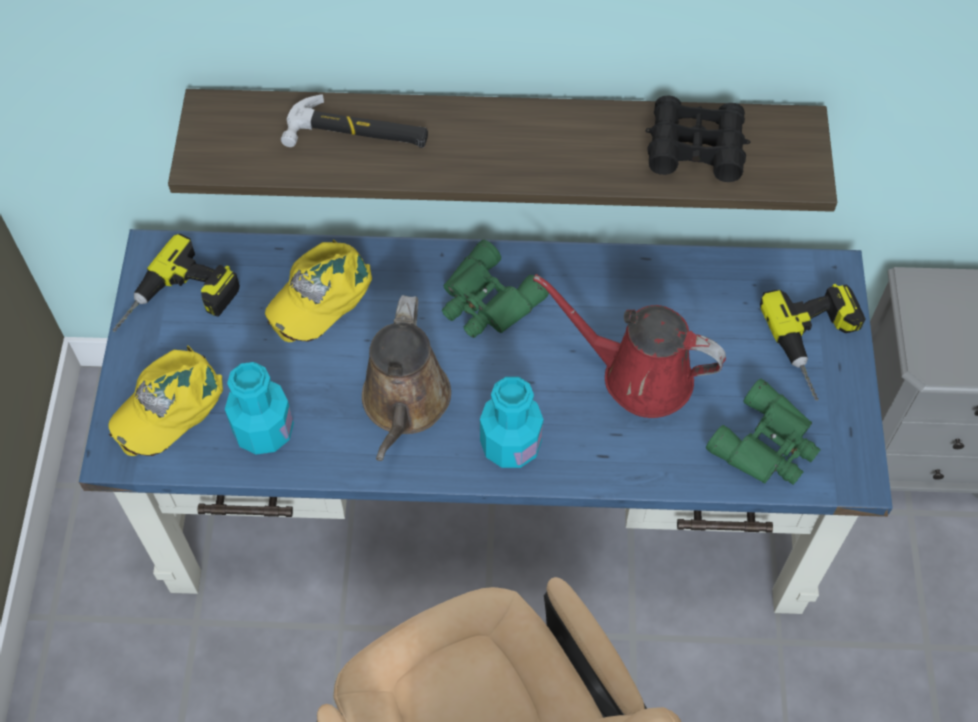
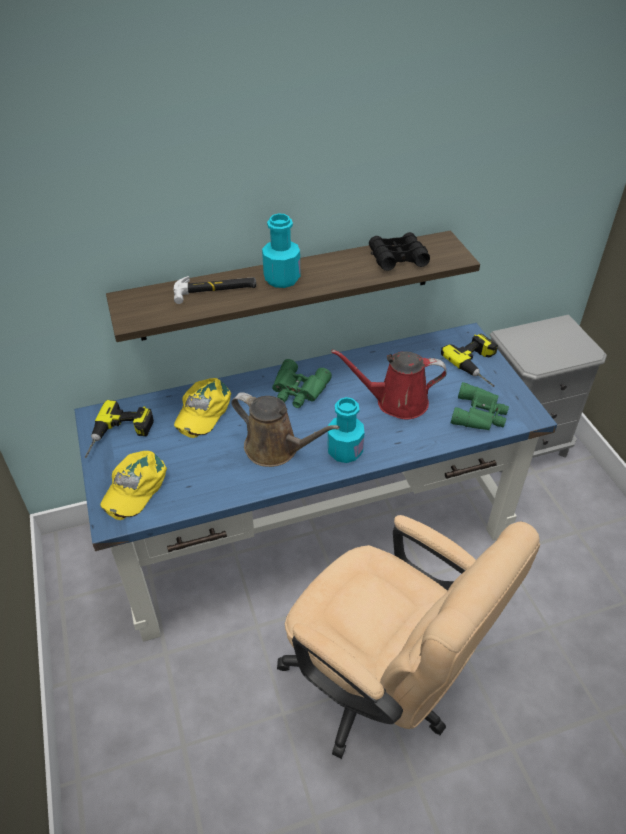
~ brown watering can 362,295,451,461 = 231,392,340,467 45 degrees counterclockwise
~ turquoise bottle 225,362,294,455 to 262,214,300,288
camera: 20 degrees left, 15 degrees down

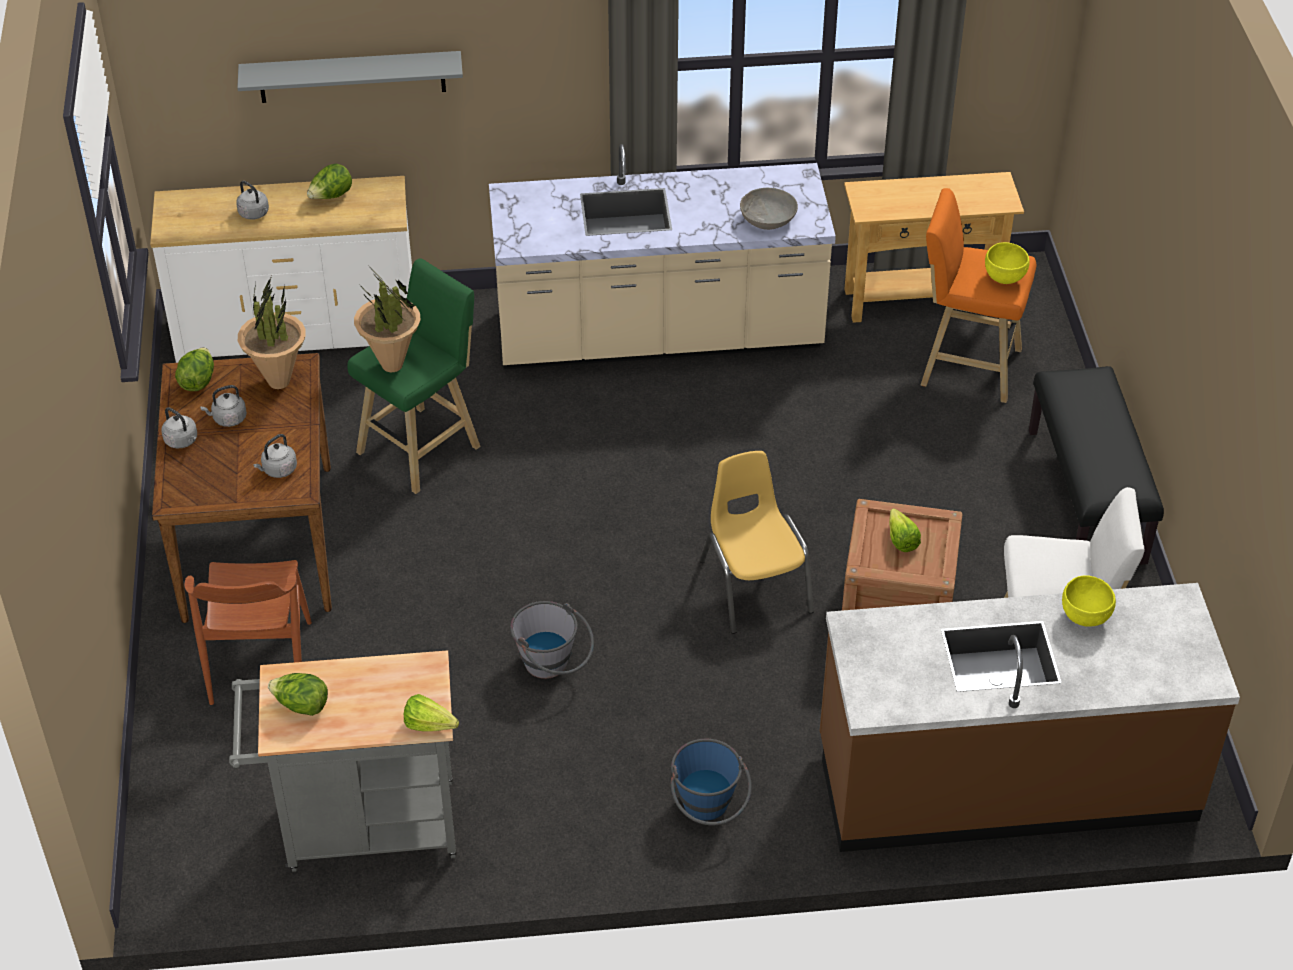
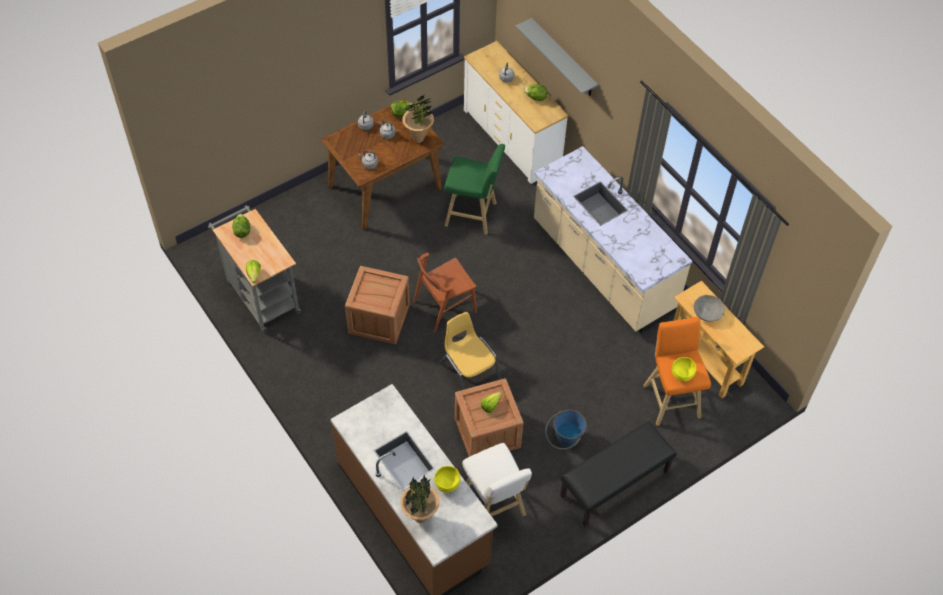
~ grey bowl 740,188,798,230 to 694,295,725,322
~ potted plant 354,270,421,372 to 400,474,440,523
~ yellow chair 700,451,814,634 = 439,312,501,390 75 degrees counterclockwise
~ brown chair 184,560,312,705 to 413,253,477,333
~ grey bucket 510,601,594,679 to crate 345,266,410,344
~ blue bucket 671,739,752,825 to 545,410,587,450
camera: 60 degrees right, 10 degrees up

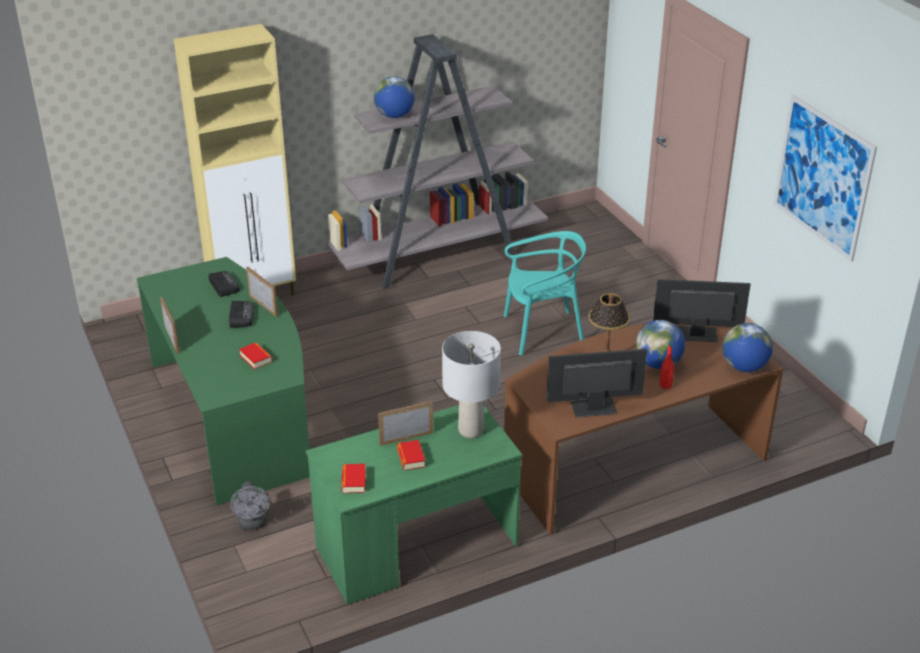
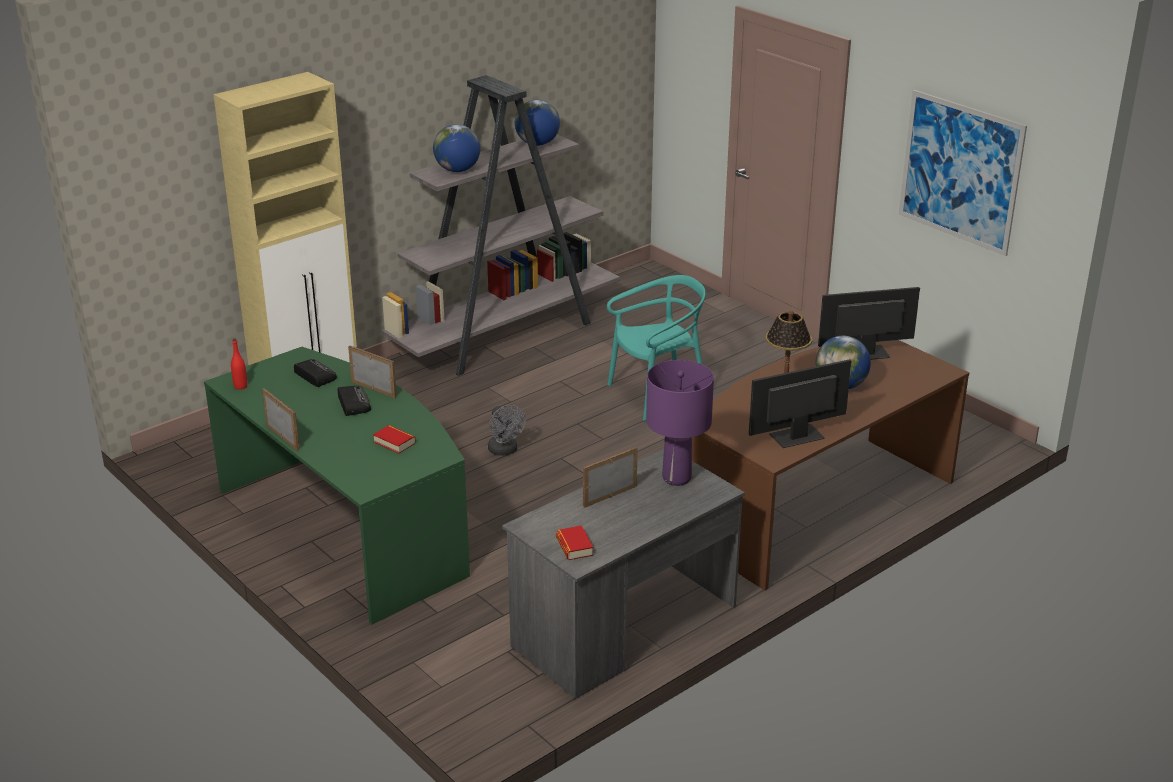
~ globe 722,323,773,372 to 515,100,560,146
~ grey table lamp 442,331,501,439 to purple table lamp 646,360,714,486
~ red bottle 660,345,674,389 to 231,338,247,390
~ green desk 306,405,523,605 to grey desk 502,449,745,699
- book 397,440,425,470
~ grey fan 230,481,270,531 to 488,405,526,456
camera: 15 degrees left, 5 degrees down

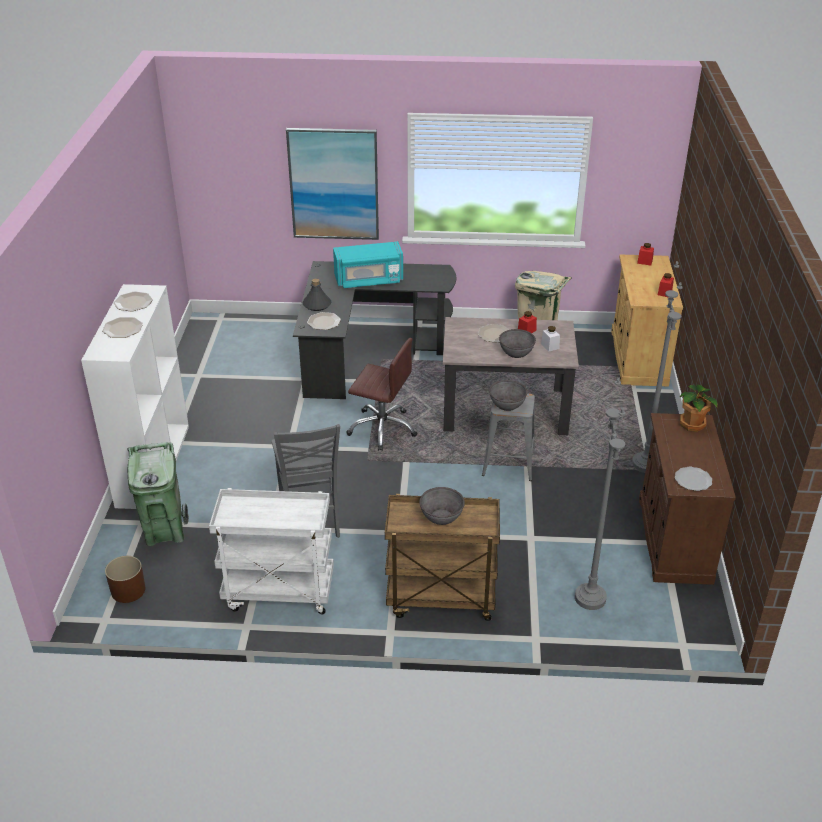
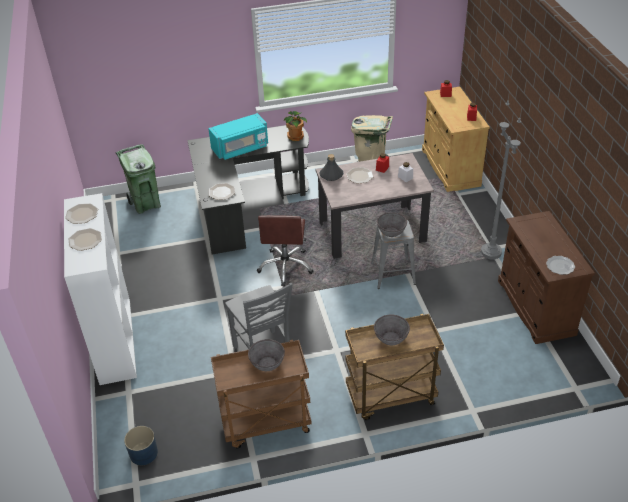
- picture 286,128,379,240
~ grey bottle 302,278,331,311 to 319,154,343,181
~ grey bowl 499,329,536,358 to 248,339,285,371
~ brown office chair 346,338,417,451 = 257,215,313,286 90 degrees clockwise
- grey floor lamp 575,377,625,610
~ potted plant 680,384,717,432 to 284,111,307,141
~ green trash can 127,443,189,546 to 116,144,161,214
~ white cart 209,488,334,614 to brown cart 211,340,312,449
~ brown planter 105,556,145,603 to blue planter 124,426,158,465
camera: 15 degrees left, 5 degrees up

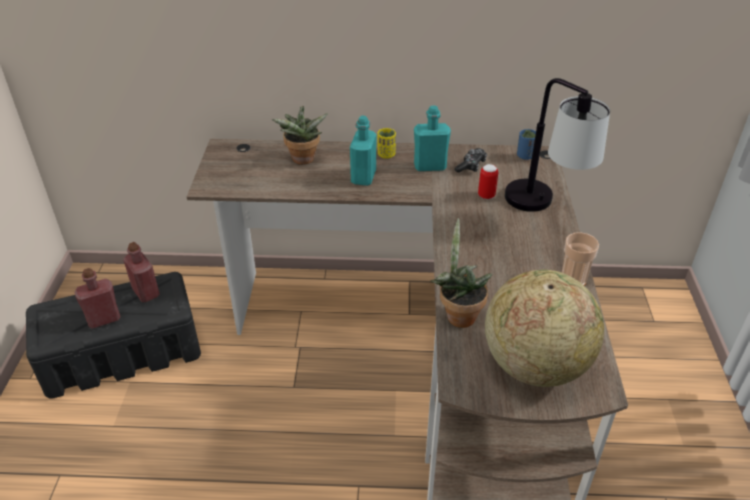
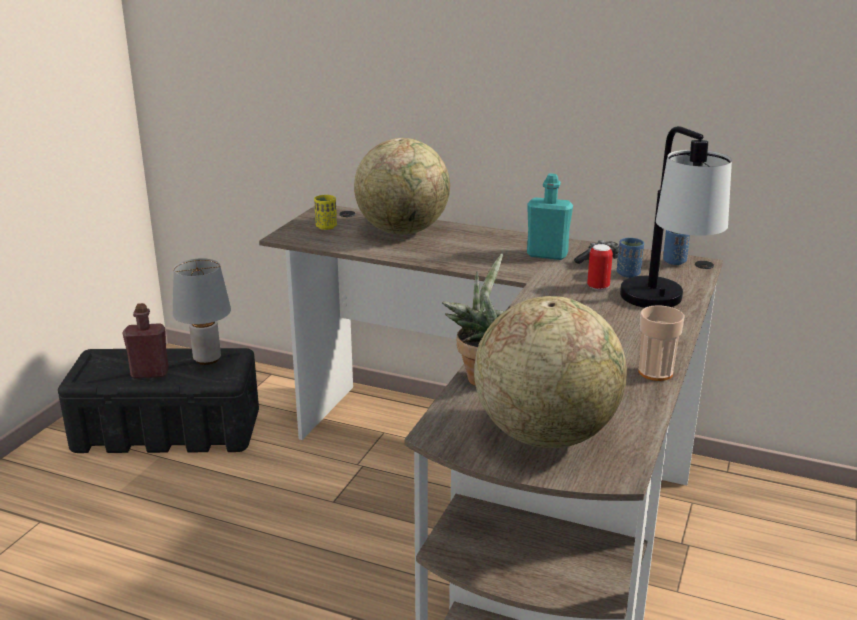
~ potted plant 272,106,328,165 to globe 354,138,450,235
- turquoise bottle 350,116,376,186
~ yellow cup 377,128,396,159 to 314,195,337,230
~ red bottle 123,242,160,302 to grey table lamp 173,258,231,365
+ blue cup 617,238,644,278
camera: 20 degrees right, 15 degrees down

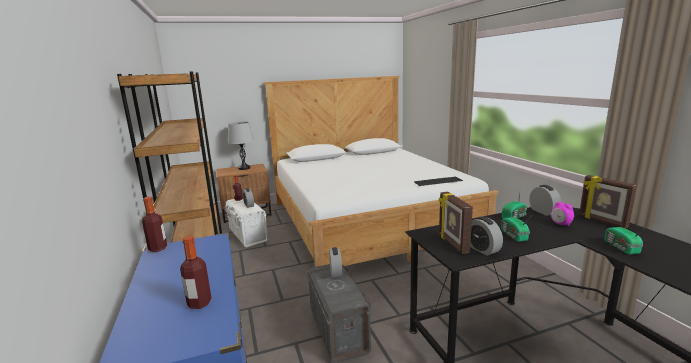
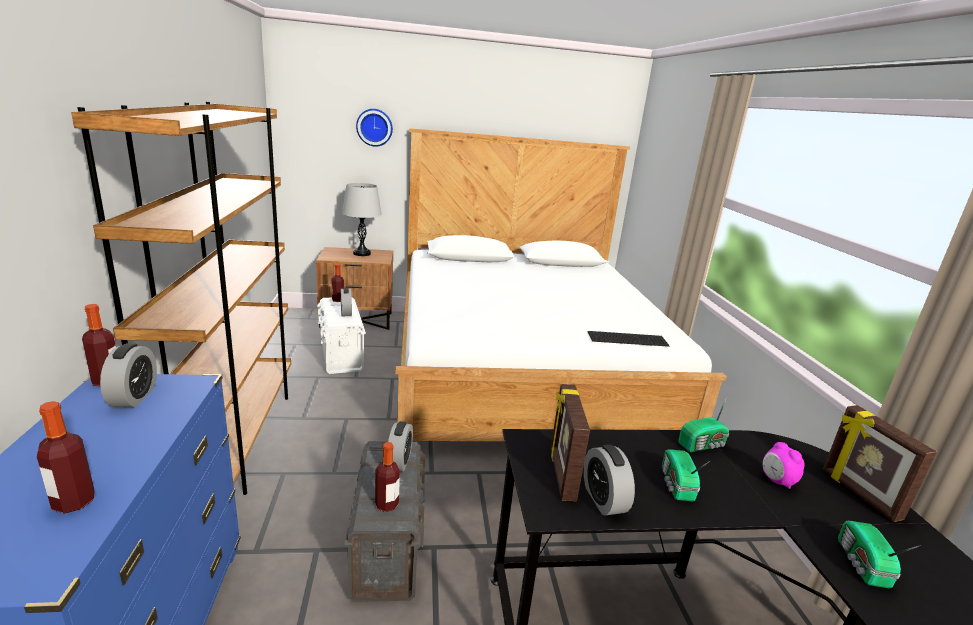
~ alarm clock 529,185,561,216 to 100,343,157,407
+ wall clock 356,109,393,147
+ bottle 375,442,400,512
camera: 10 degrees right, 5 degrees up

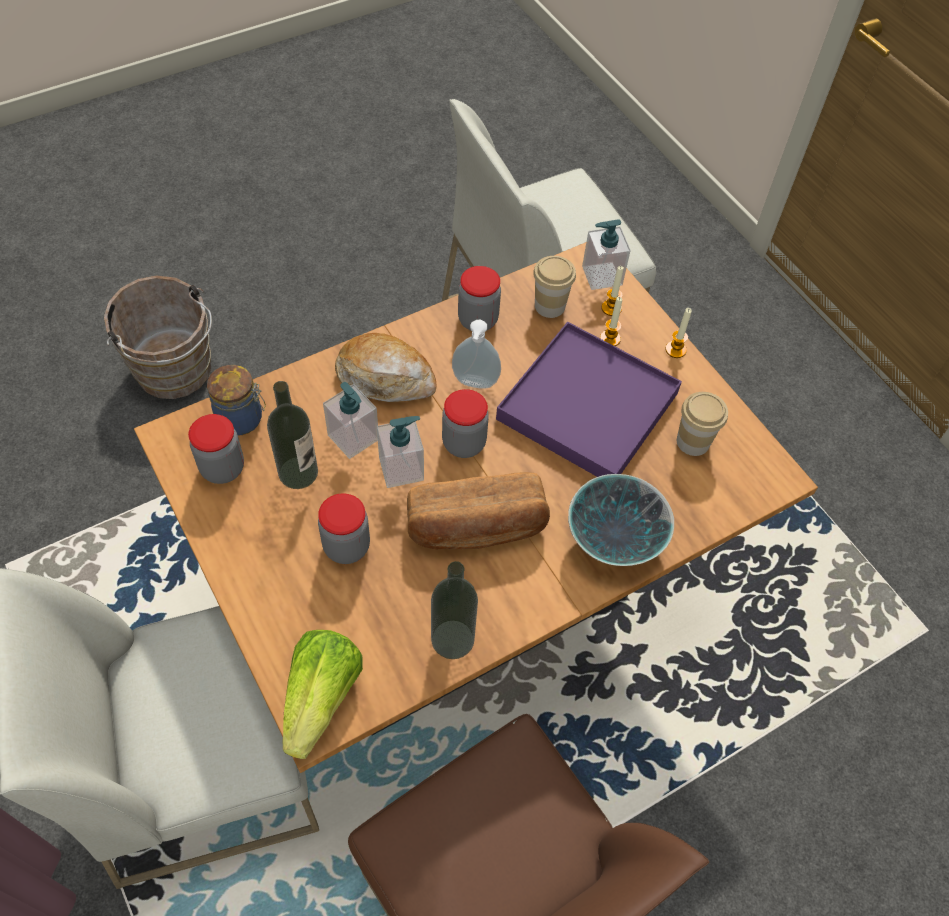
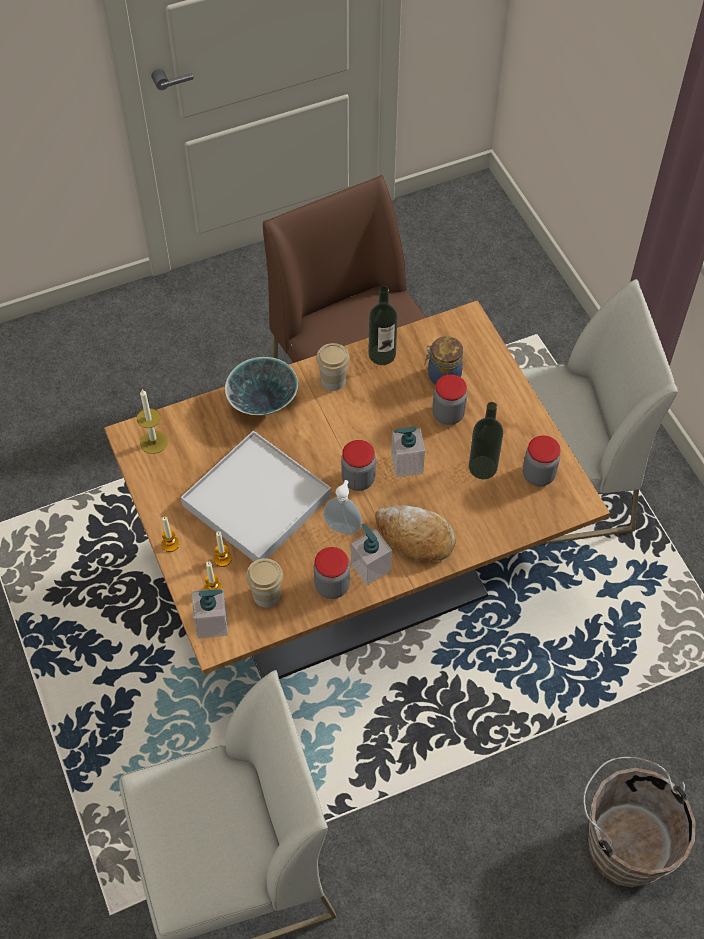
~ purple tray 496,322,682,477 to white tray 181,431,331,561
~ jar 207,365,266,435 to 424,336,463,385
~ soap dispenser 323,382,378,459 to 351,524,392,585
~ cup 677,392,728,456 to 316,343,350,391
- bread 407,472,550,549
- lettuce 282,630,363,759
+ candle 136,389,168,454
camera: 170 degrees left, 0 degrees up

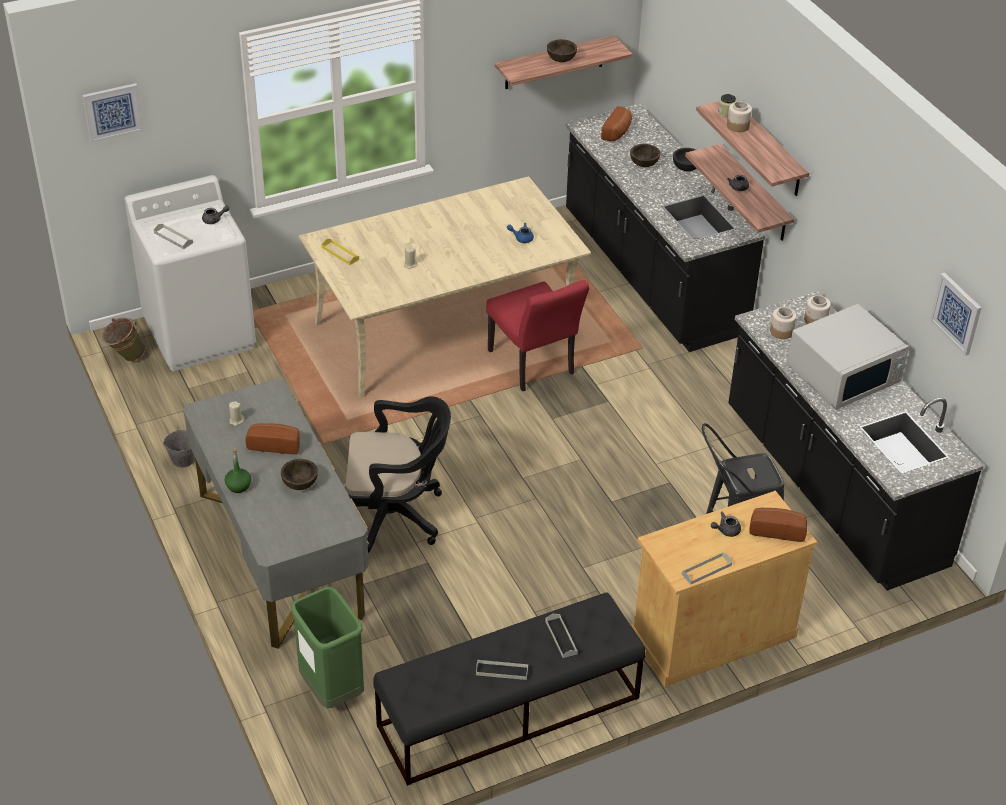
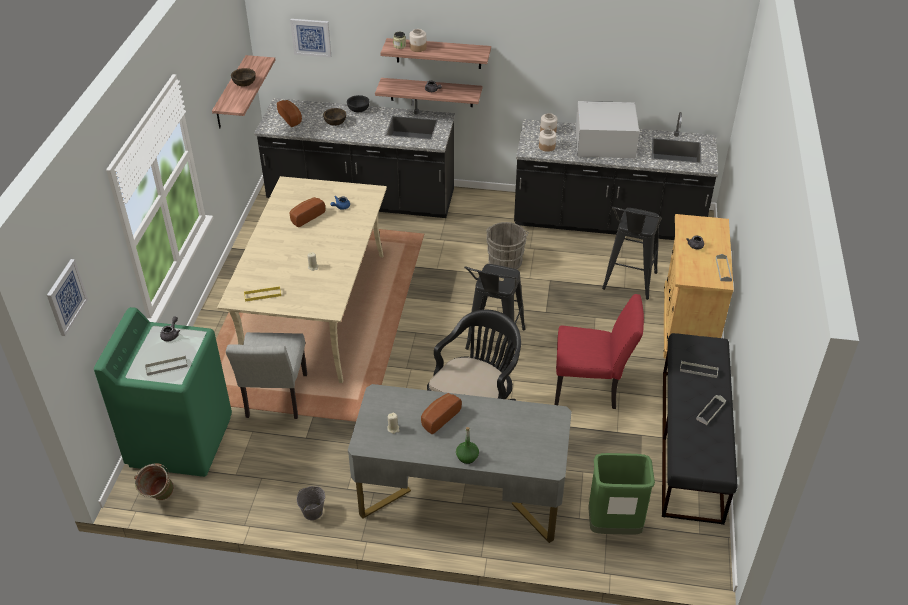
~ white washing machine 125,175,256,371 to green washing machine 94,307,232,477
~ picture 930,273,981,356 to 290,19,331,57
~ red chair 486,280,589,391 to 555,294,644,409
~ white microwave 787,304,909,410 = 575,101,639,158 90 degrees counterclockwise
- brown bowl 281,459,318,490
~ bread 749,508,807,542 to 290,197,325,227
+ grey bucket 486,222,529,269
+ black stool 464,264,526,360
+ grey chair 226,332,307,419
camera: 55 degrees left, 0 degrees up

